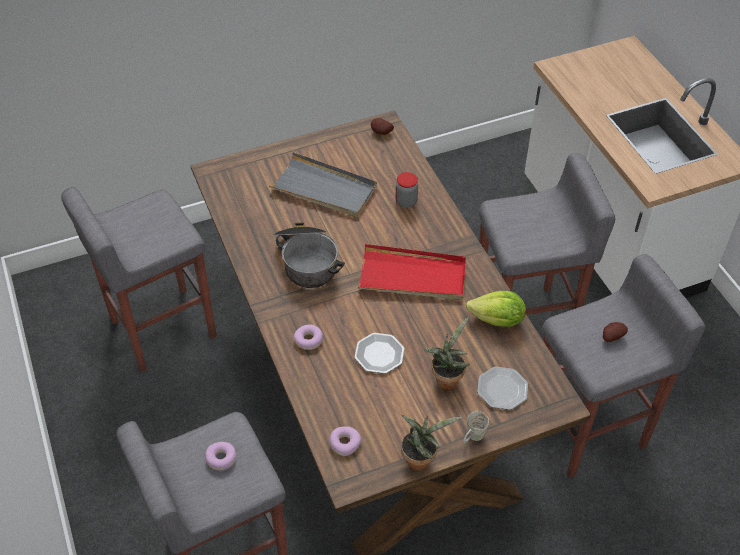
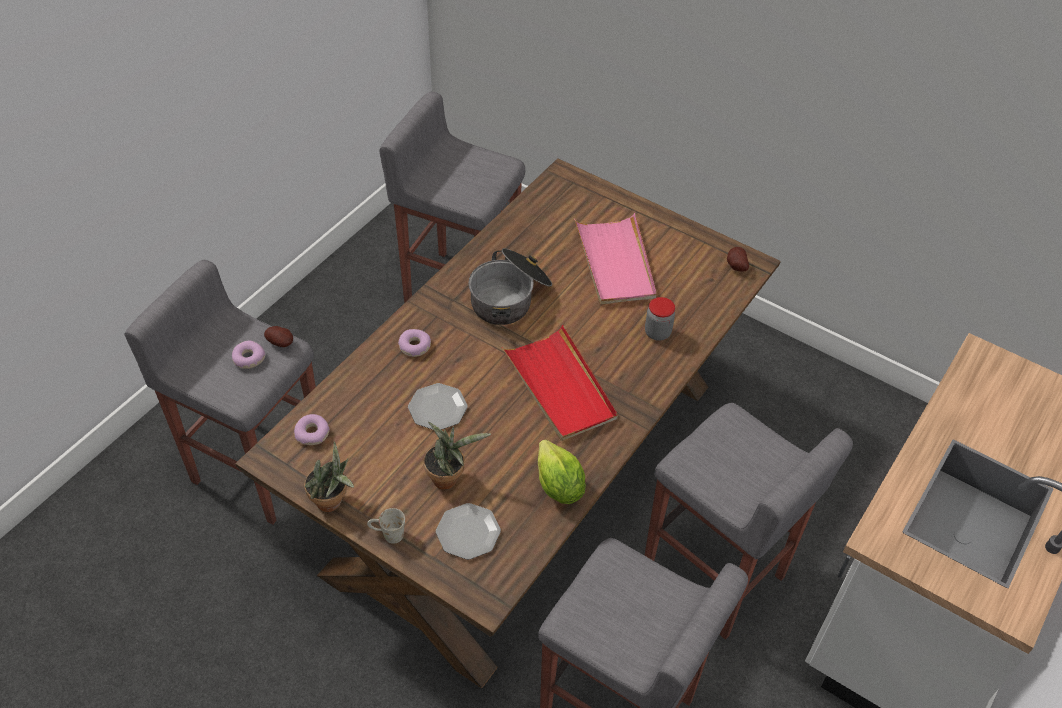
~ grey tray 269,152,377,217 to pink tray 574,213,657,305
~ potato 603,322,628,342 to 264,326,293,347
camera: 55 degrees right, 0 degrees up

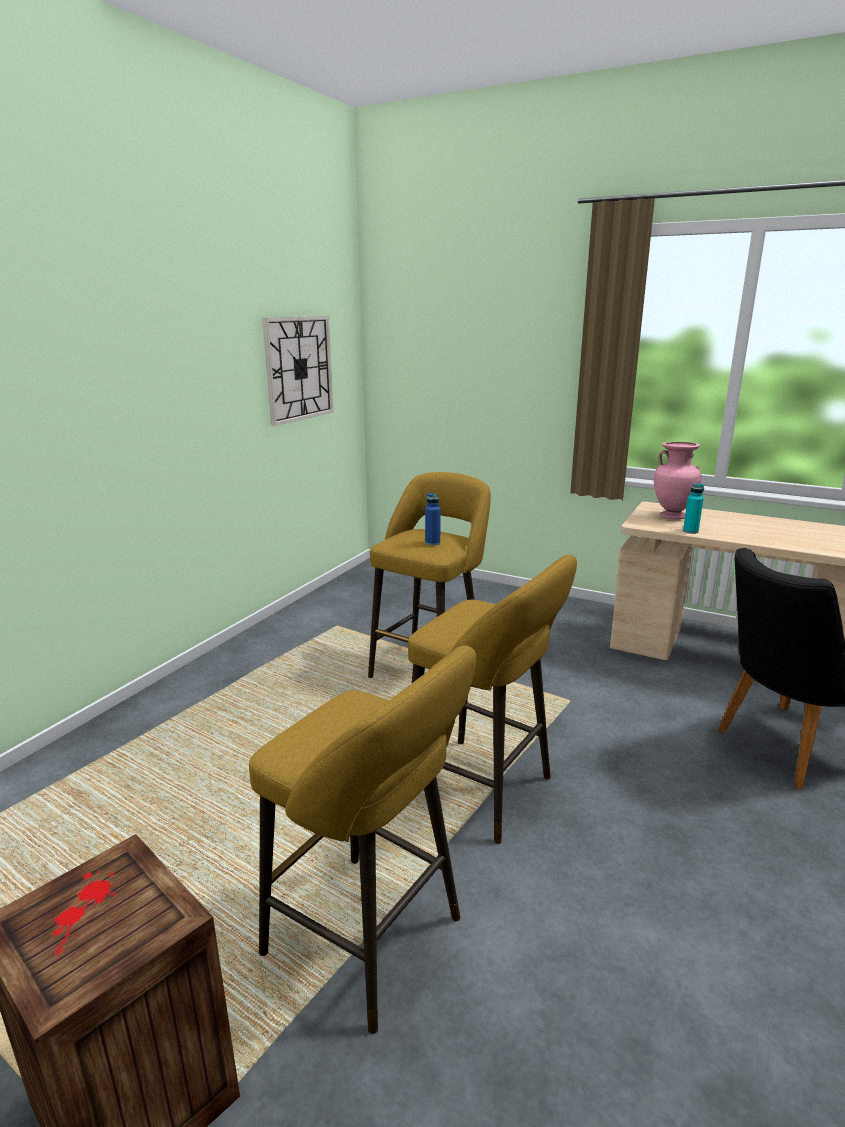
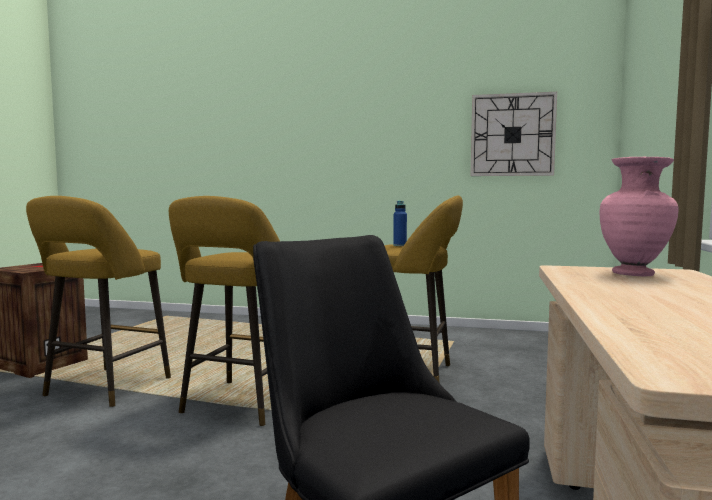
- turquoise bottle 683,483,704,534
camera: 75 degrees right, 15 degrees down

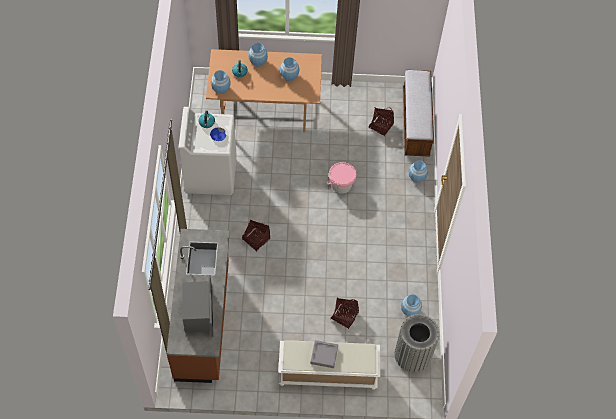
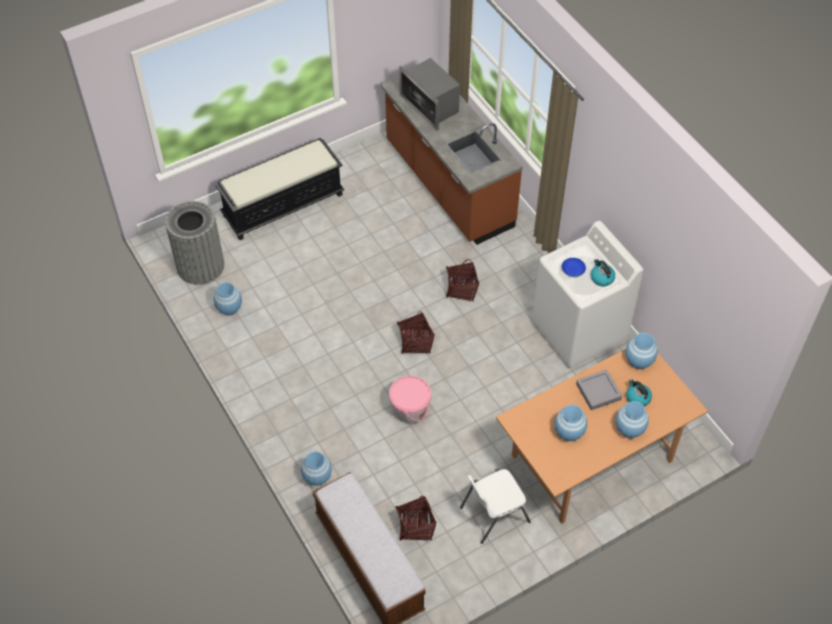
~ basket 331,298,359,329 to 397,311,435,354
~ white bench 278,340,380,390 to black bench 215,138,344,240
~ grey tray 310,340,338,368 to 576,369,622,410
+ white chair 460,469,531,544
camera: 150 degrees right, 5 degrees down

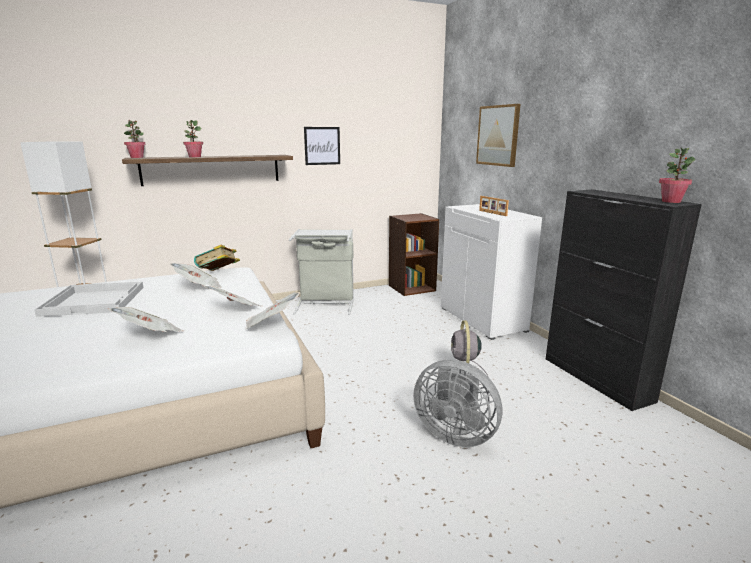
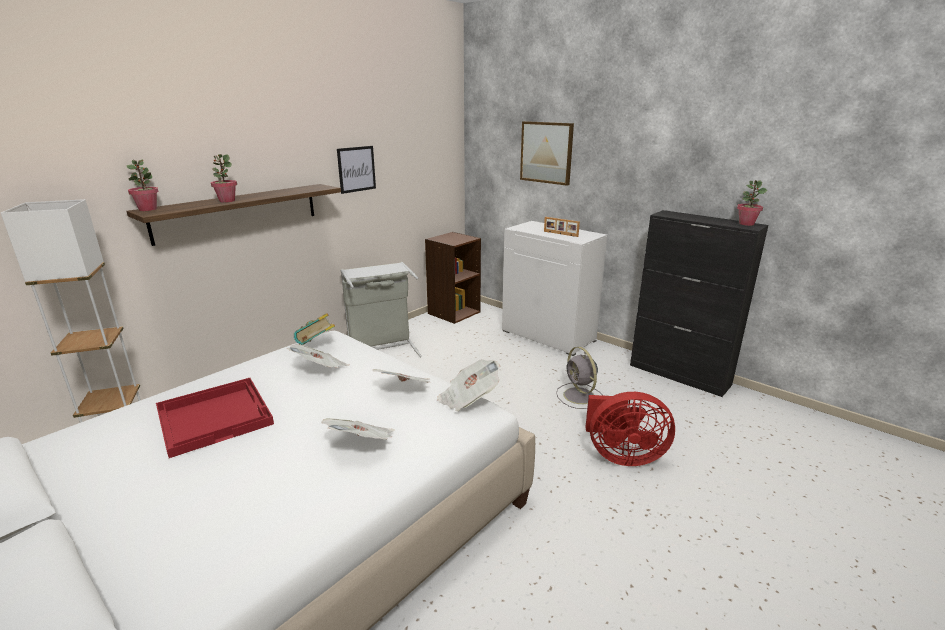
~ white tray 34,282,143,317 to red tray 156,378,274,458
~ grey fan 413,360,502,447 to red fan 585,392,675,466
camera: 25 degrees left, 5 degrees up

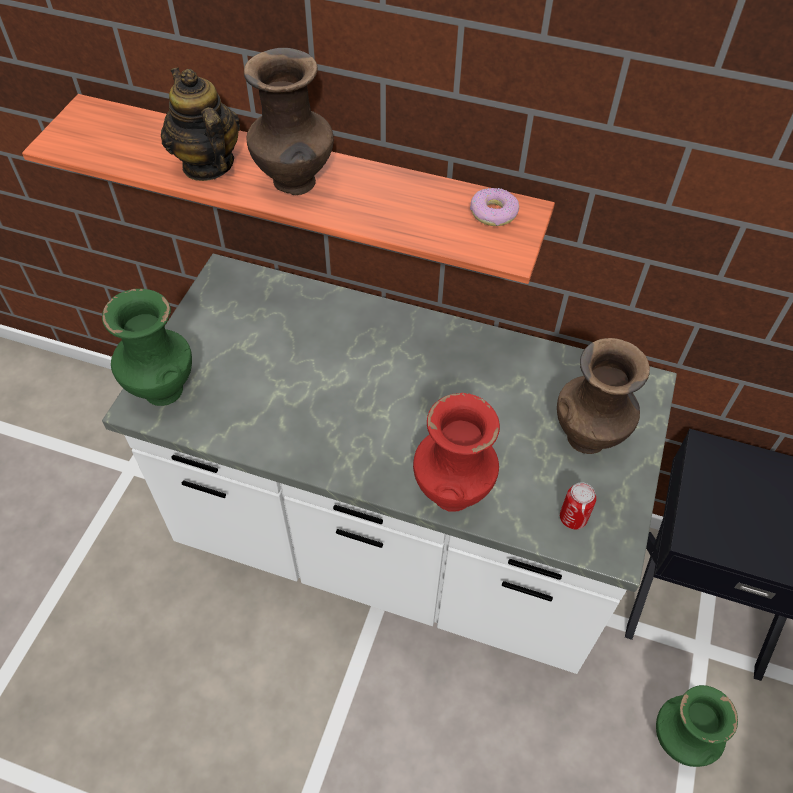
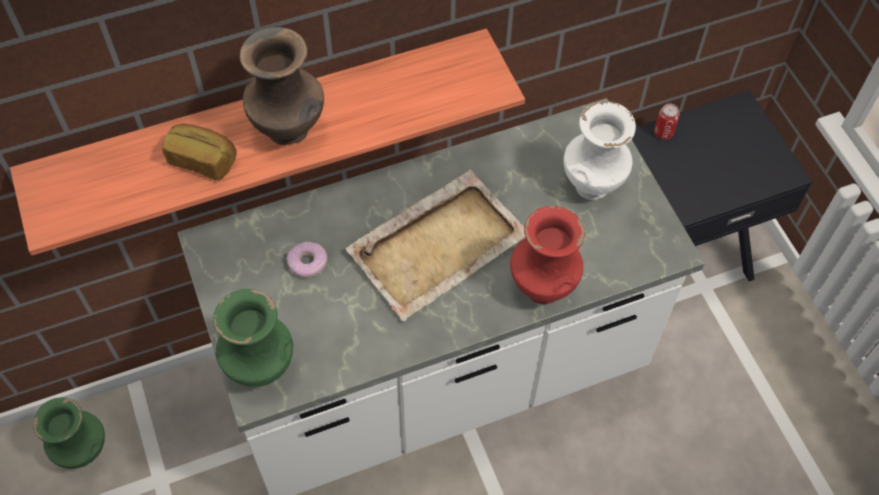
~ teapot 161,67,240,181 to bread 162,124,236,181
~ donut 470,188,519,226 to 287,242,327,277
~ brown vase 557,338,650,454 to white vase 563,101,636,200
~ can 560,482,596,529 to 654,104,680,140
~ green vase 656,685,738,767 to 33,397,105,469
+ beige tray 346,170,525,321
camera: 40 degrees left, 5 degrees up

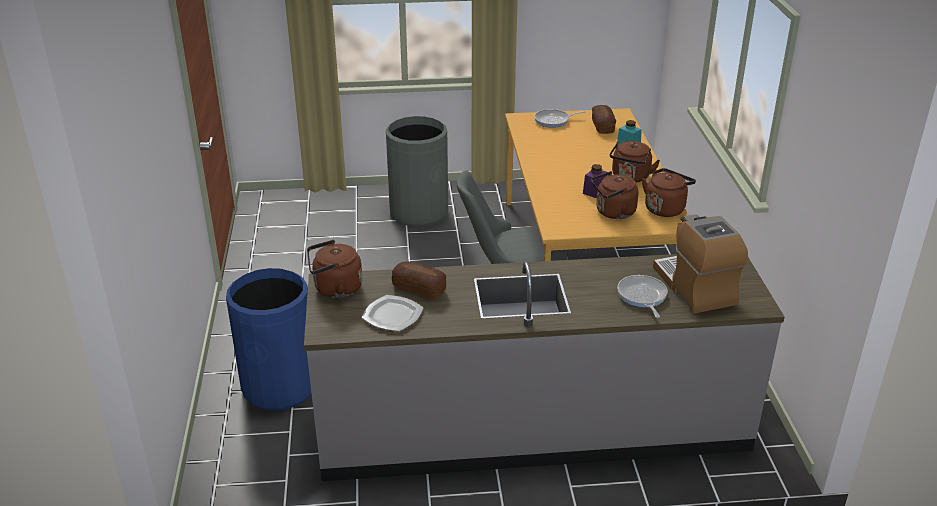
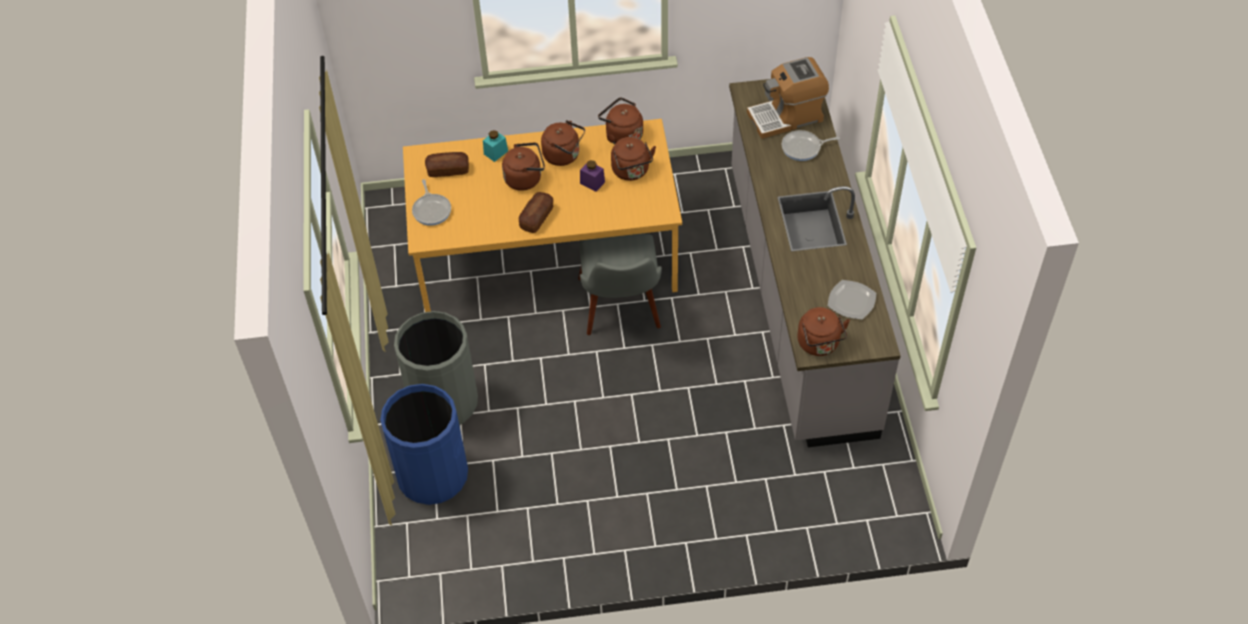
~ bread 392,262,446,299 to 519,192,553,233
~ blue trash can 226,268,312,410 to 380,384,468,505
+ brown kettle 502,143,545,191
camera: 90 degrees left, 20 degrees up

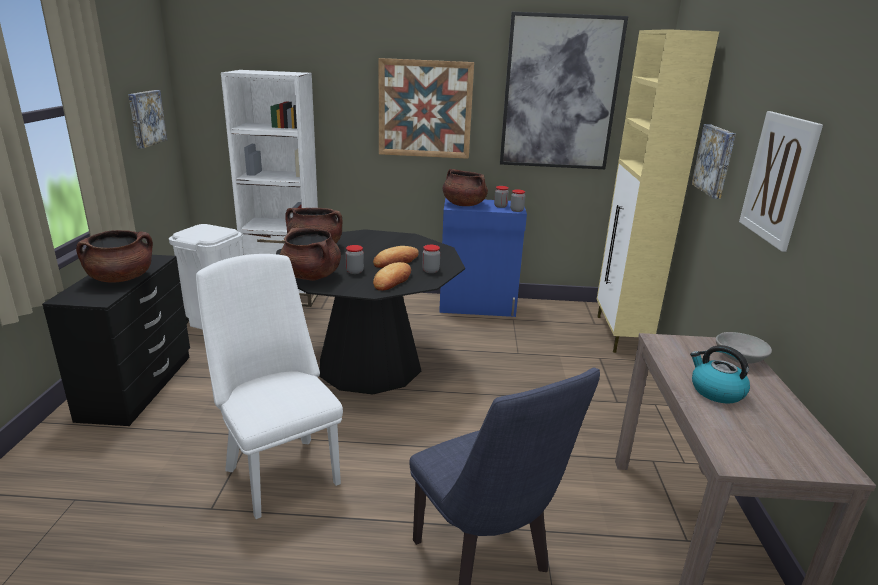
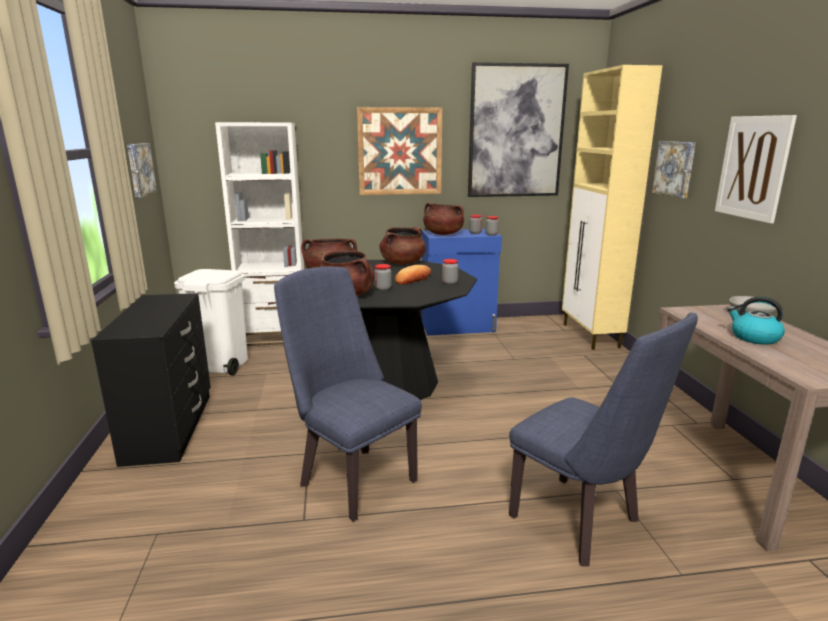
~ brown cooking pot 76,230,153,283 to 379,227,426,265
~ white chair 196,254,343,519 to blue chair 274,267,422,522
- bread 373,262,411,291
camera: 10 degrees left, 5 degrees down

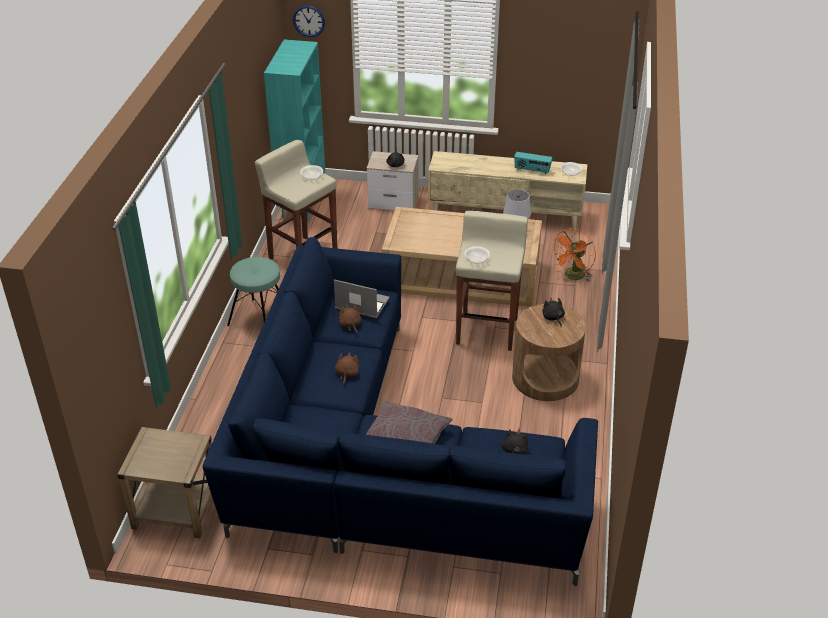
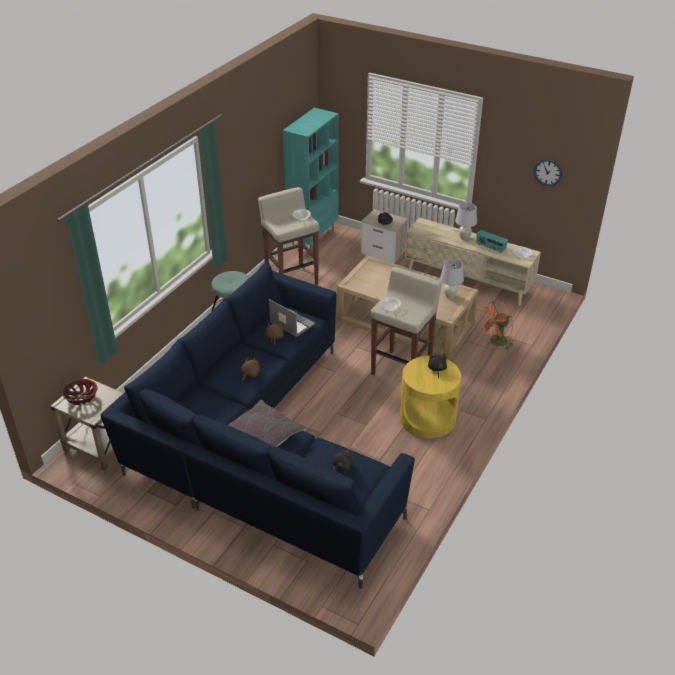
~ wall clock 293,6,325,37 to 534,159,562,186
~ brown side table 512,304,586,401 to yellow side table 400,356,461,438
+ white table lamp 455,202,477,240
+ bowl 62,379,98,405
camera: 20 degrees right, 0 degrees up

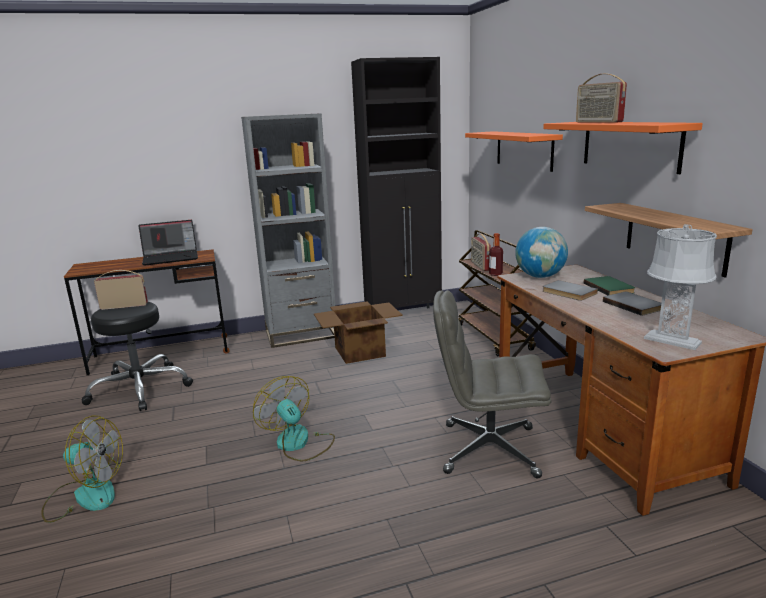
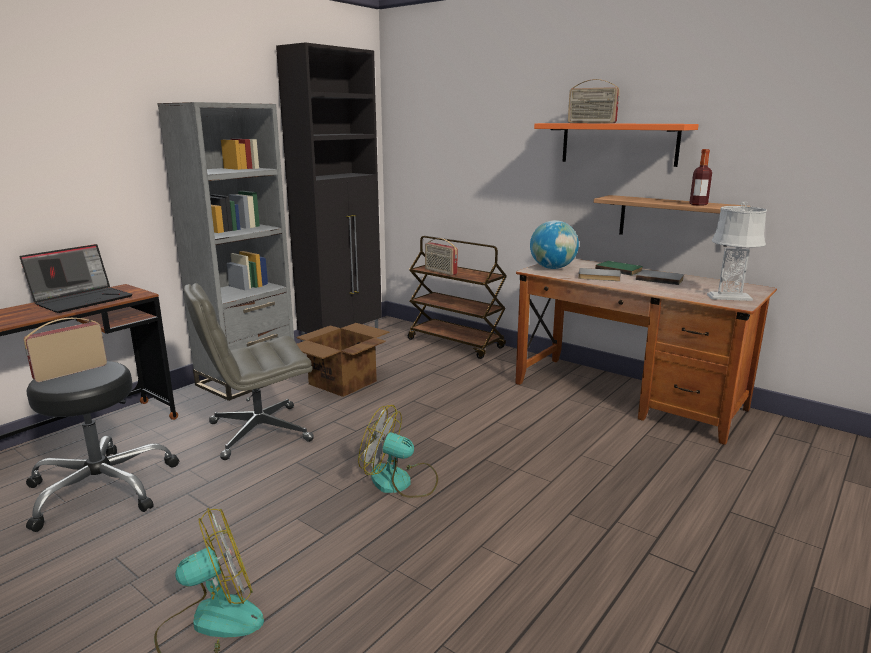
- orange shelf 465,131,563,172
~ bottle 489,233,503,276 to 689,149,712,206
~ grey office chair 433,290,552,478 to 184,283,314,460
camera: 35 degrees left, 0 degrees up

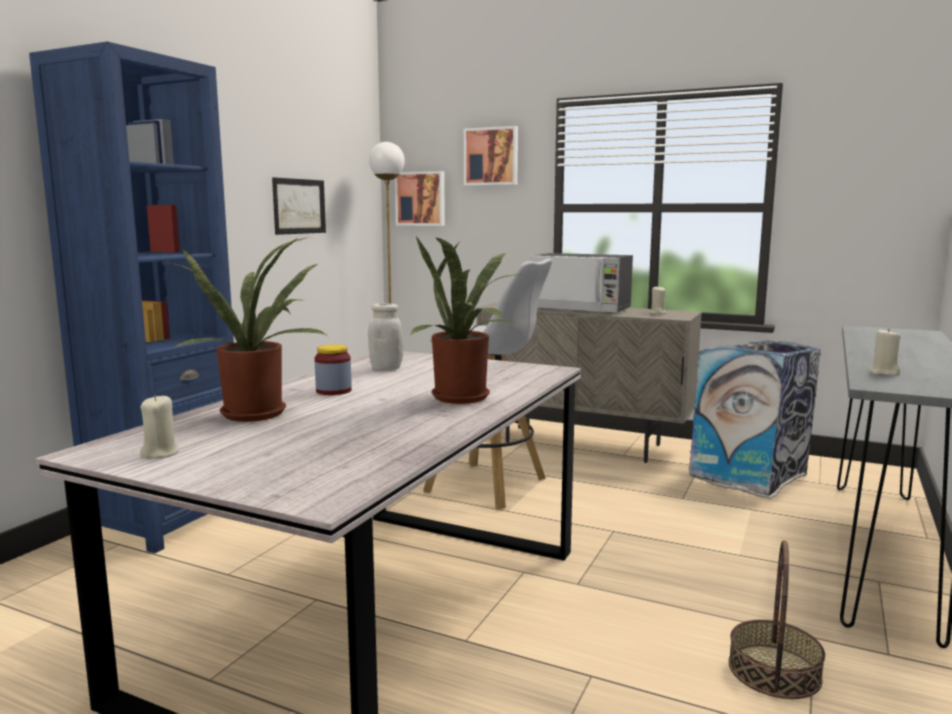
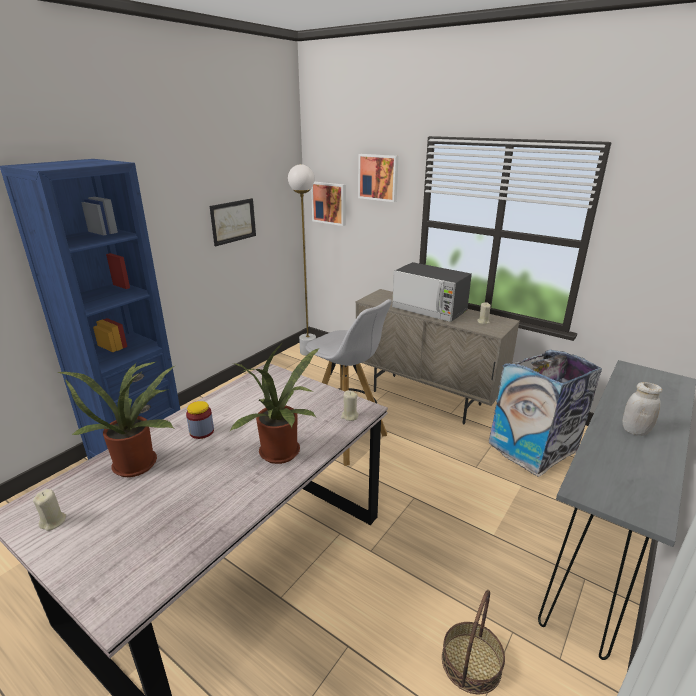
~ white jar 368,303,403,371 to 623,382,662,436
~ beige candle 868,328,901,375 to 341,390,359,421
camera: 10 degrees right, 15 degrees up

